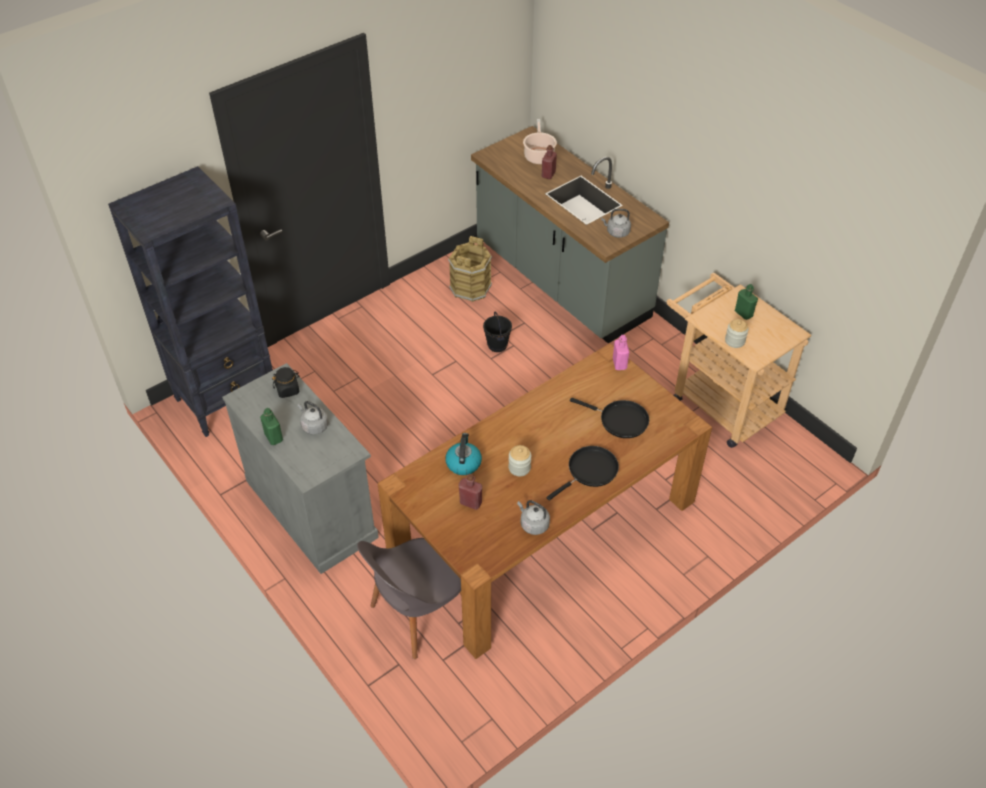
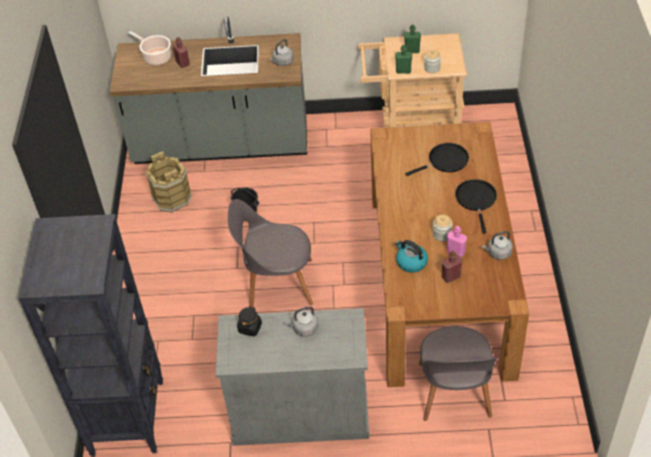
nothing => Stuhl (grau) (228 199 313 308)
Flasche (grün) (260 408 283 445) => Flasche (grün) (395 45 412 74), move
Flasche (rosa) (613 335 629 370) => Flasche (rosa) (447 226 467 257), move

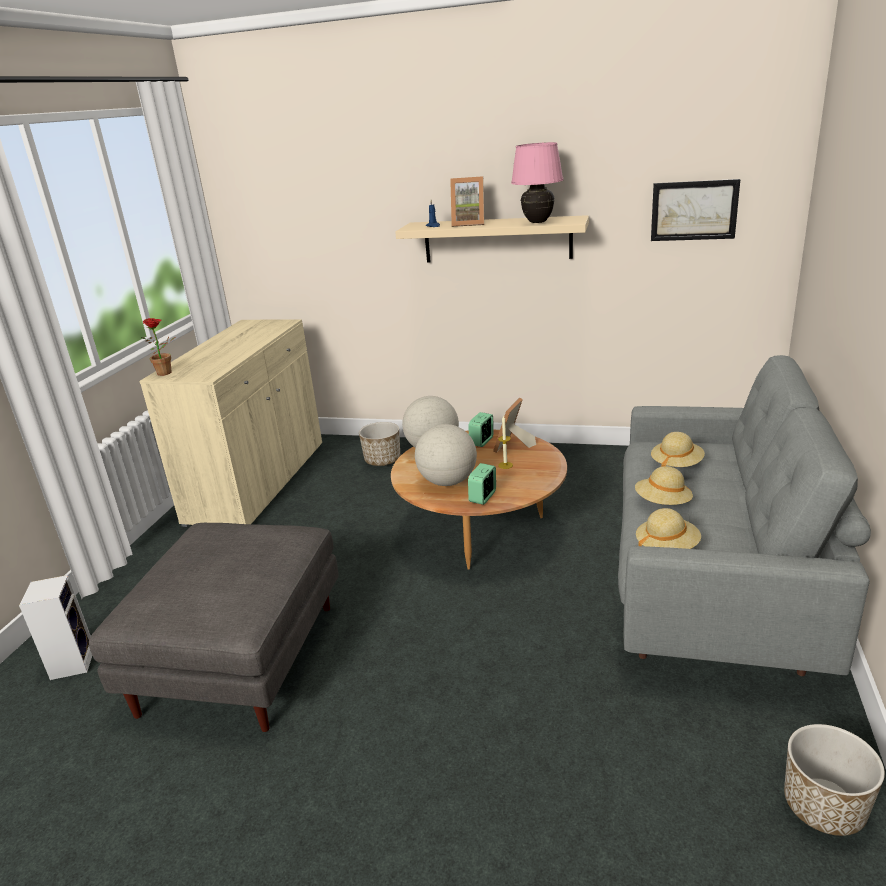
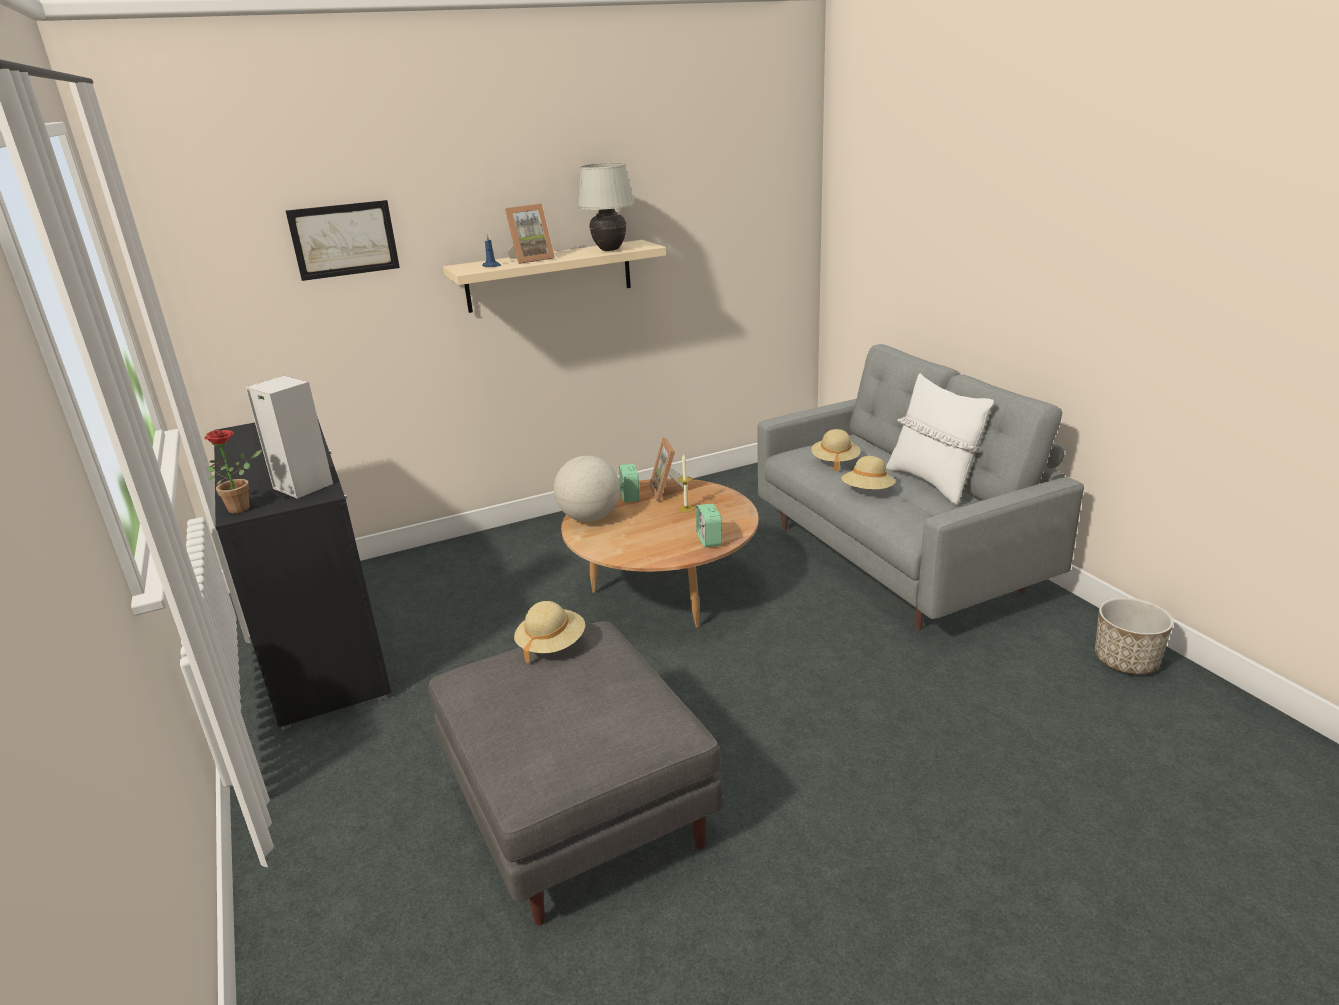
Schrank (beige) (140 319 322 527) => Schrank (schwarz) (214 417 391 730)
Lautsprecher (19 575 92 680) => Lautsprecher (245 375 333 499), move
Bild (651 179 740 241) => Bild (286 200 400 281), move
Hut (beige) (636 508 701 549) => Hut (beige) (514 601 585 663), move
Tischlampe (rosa) (511 142 564 223) => Tischlampe (weiß) (578 163 635 251)
nothing => Kissen (weiß) (886 373 994 505)
Pflanzkübel (359 422 400 466) => nothing
Globus (415 424 477 486) => nothing

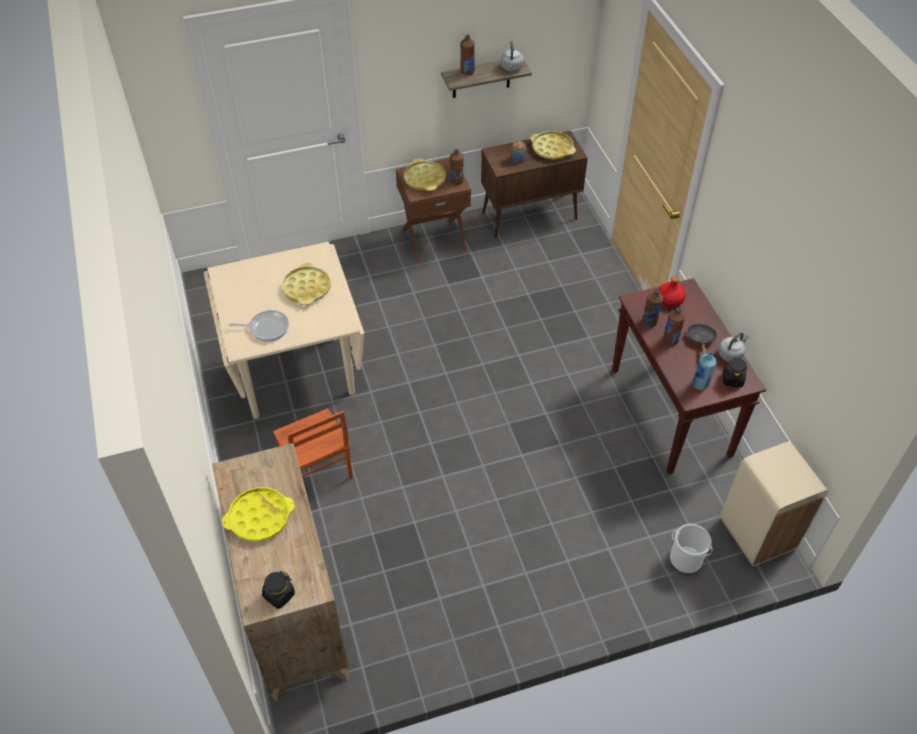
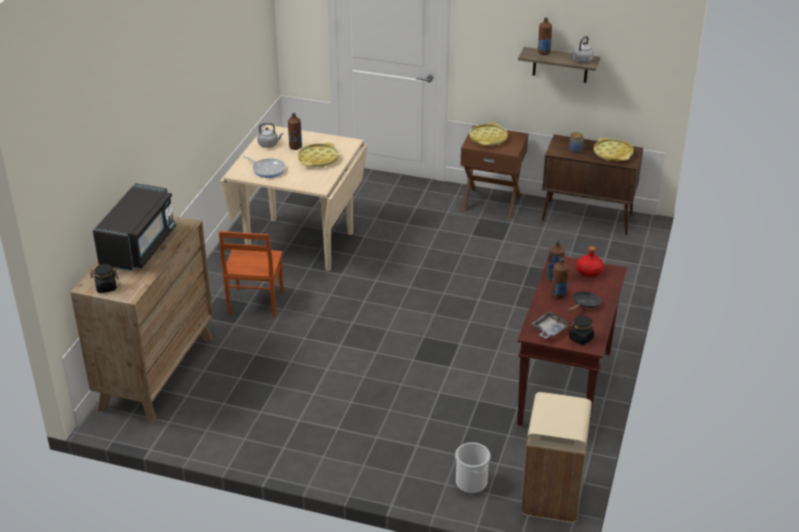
Tablett (gelb) (222 487 295 542) => Mikrowelle (schwarz) (93 183 176 272)
Wasserkessel (grau) (718 332 749 362) => Wasserkessel (grau) (257 123 283 148), move
Flasche (braun) (450 149 464 185) => Flasche (braun) (288 113 302 150), move
Flasche (blau) (692 352 716 390) => Tablett (grau) (531 311 571 338)

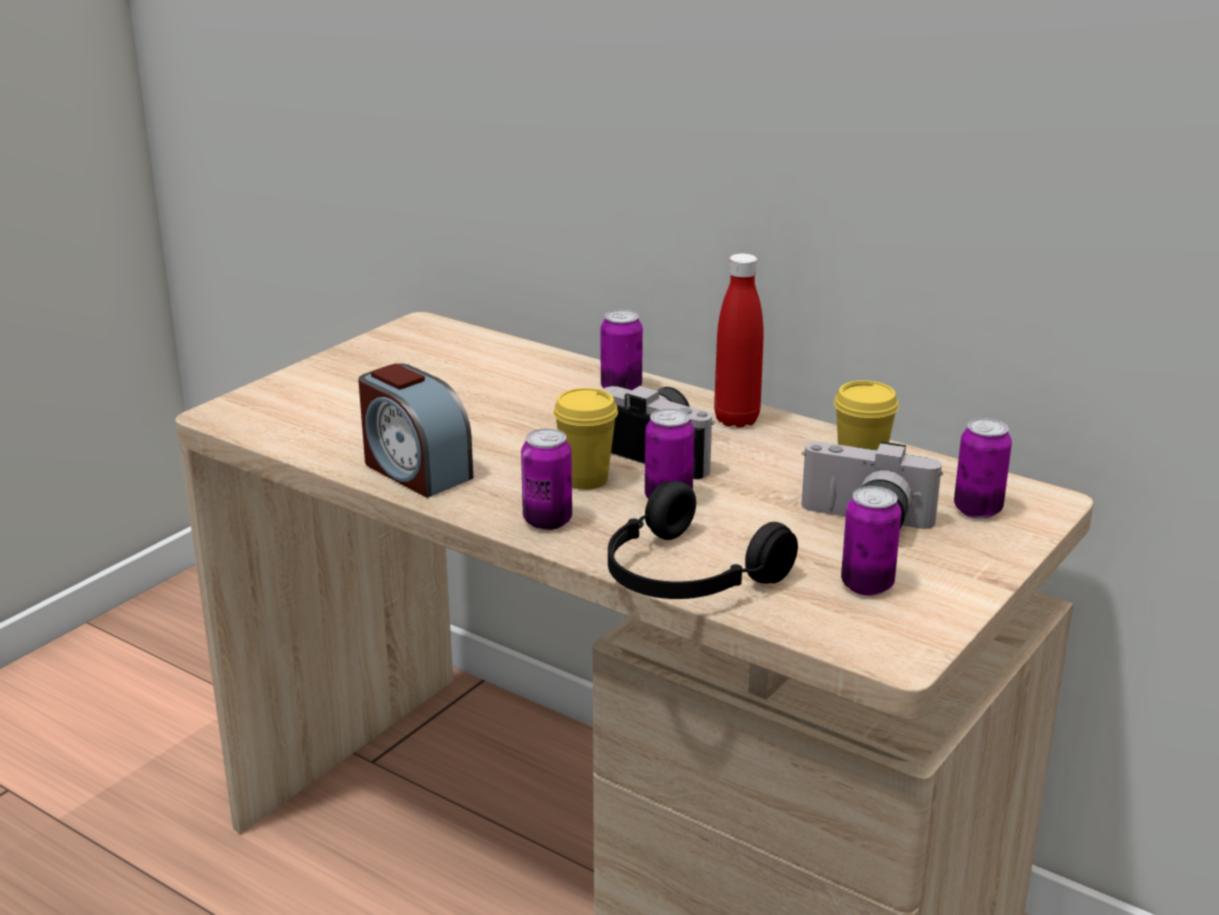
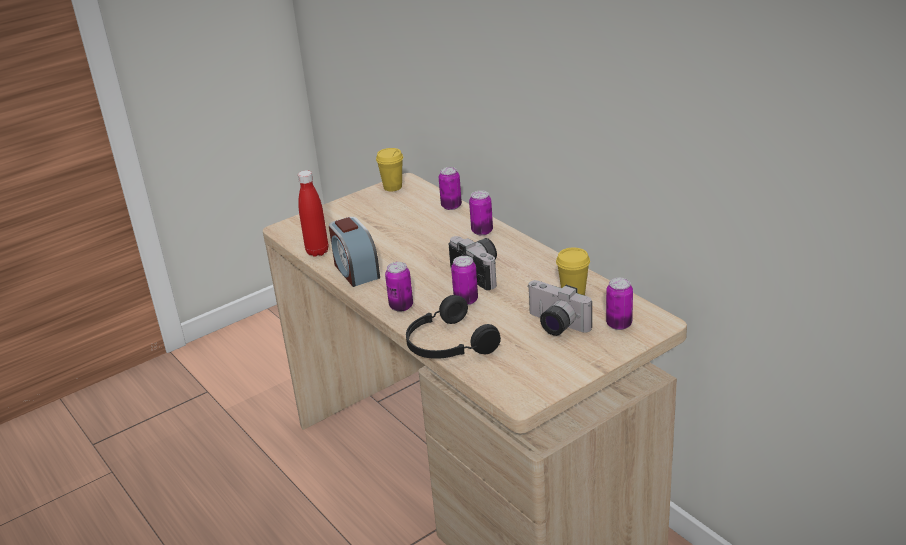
Flasche (rot) (714 253 764 427) => Flasche (rot) (298 170 328 257), move
Tasse (gelb) (553 388 618 490) => Tasse (gelb) (376 148 403 192), move
Dose (841 486 901 596) => Dose (439 167 462 210), move

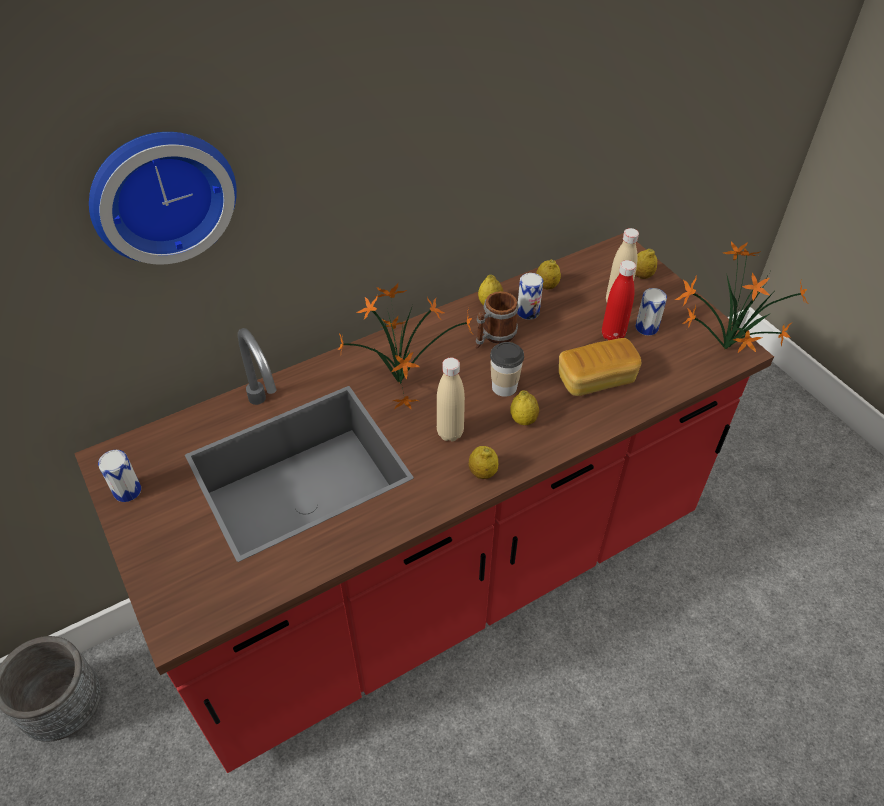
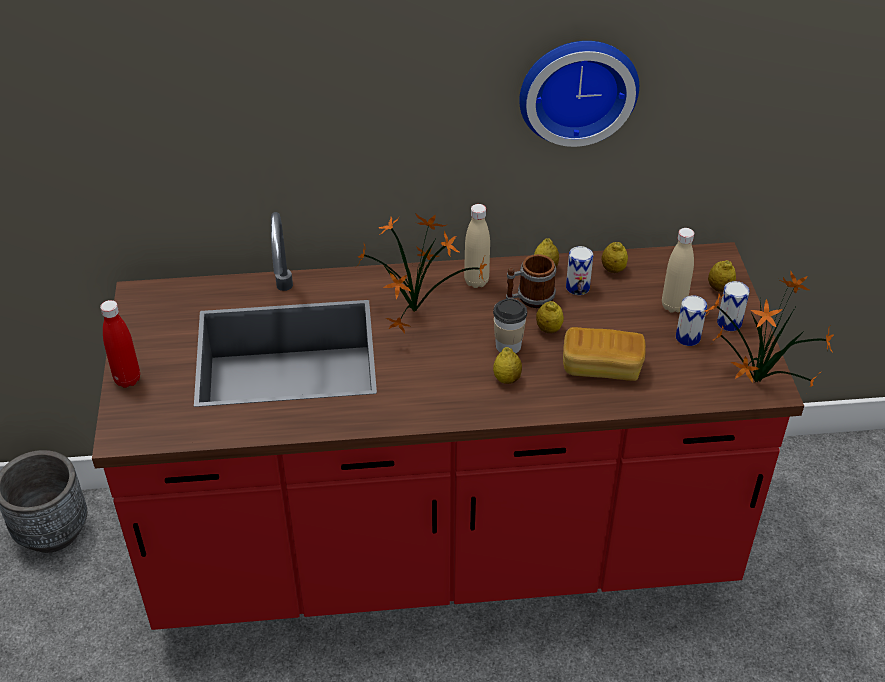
Flasche (rot) (602 260 636 340) => Flasche (rot) (100 300 140 388), move
Flasche (beige) (437 357 465 441) => Flasche (beige) (464 204 490 288), move
Wanduhr (89 132 237 264) => Wanduhr (519 41 639 147), move
Zitrone (469 446 498 479) => Zitrone (536 301 564 333), move
Dose (98 450 141 502) => Dose (717 281 750 331), move

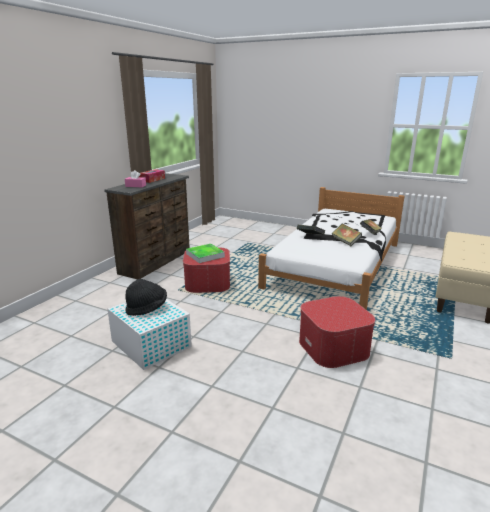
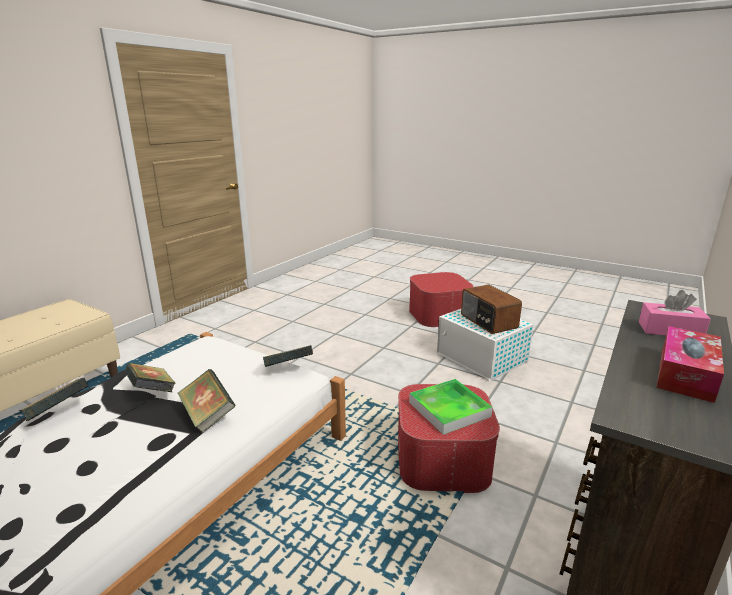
nothing => Buch (263 345 313 367)
Polsterhocker (299 296 376 368) => Polsterhocker (409 272 473 327), move
Hut (schwarz) (125 279 167 316) => Radio (461 285 522 334)

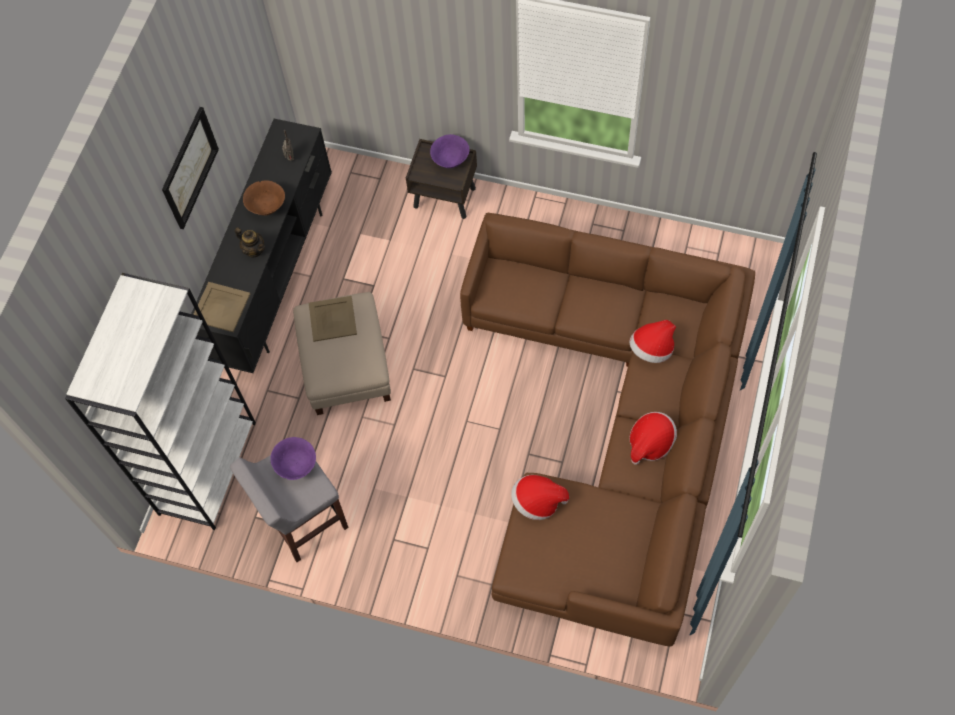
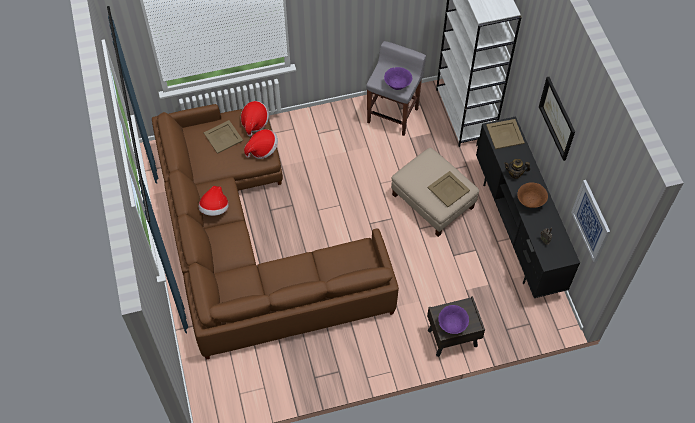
nothing => Tablett (beige) (204 120 243 154)
Hut (630 320 676 363) => Hut (241 101 269 136), move
nothing => Bild (571 180 610 262)

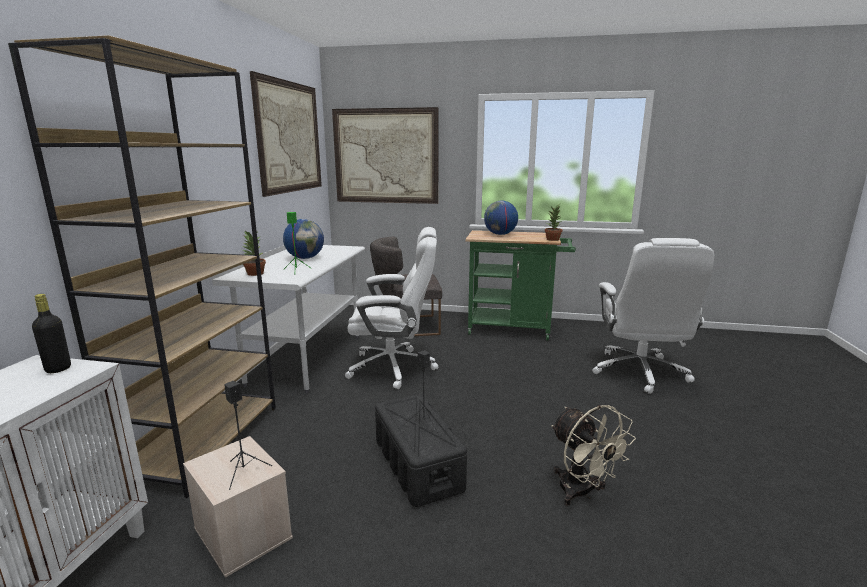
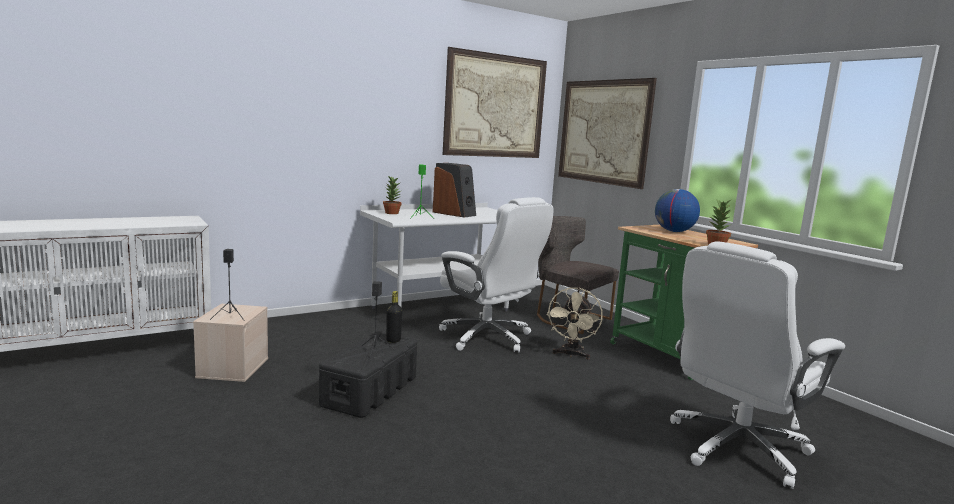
Flasche (schwarz) (32 294 71 373) => Flasche (schwarz) (386 291 402 343), move
Globus (283 219 324 259) => Lautsprecher (432 163 476 218)
Ventilator (beige) (551 405 636 505) => Ventilator (beige) (547 287 603 360), move
Bücherregal (braun) (8 35 276 498) => nothing

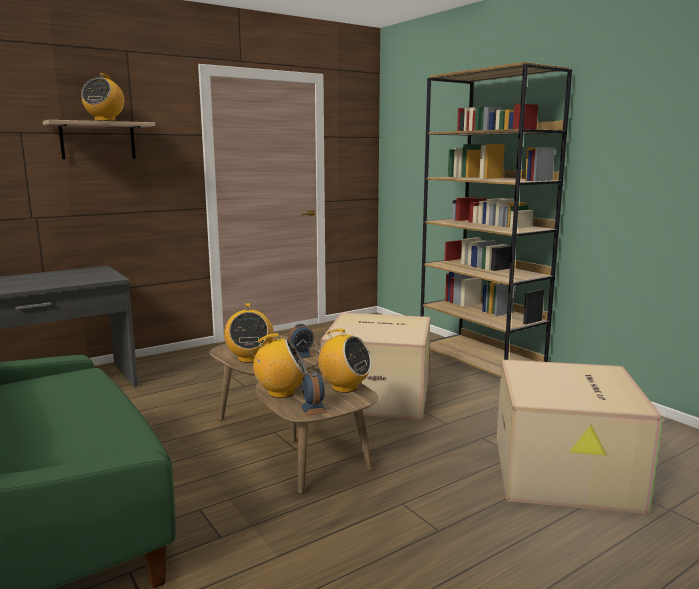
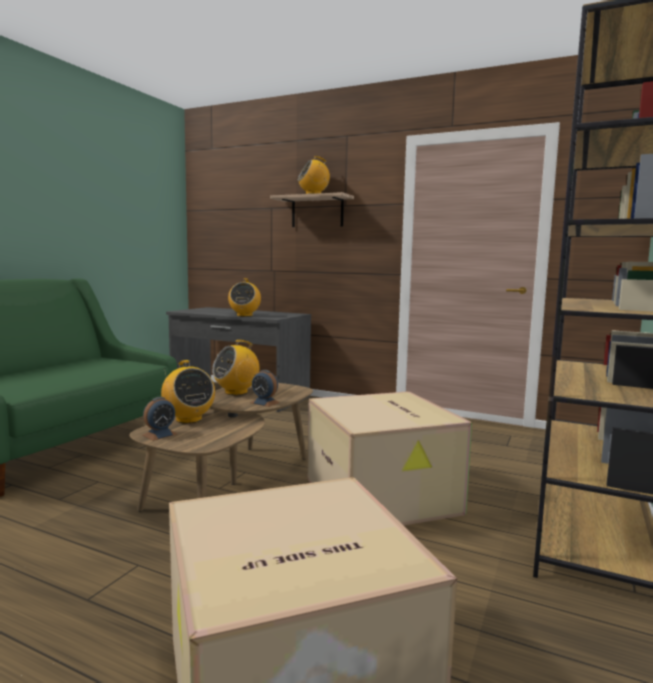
Radio (314 329 372 393) => Radio (228 278 261 317), move

